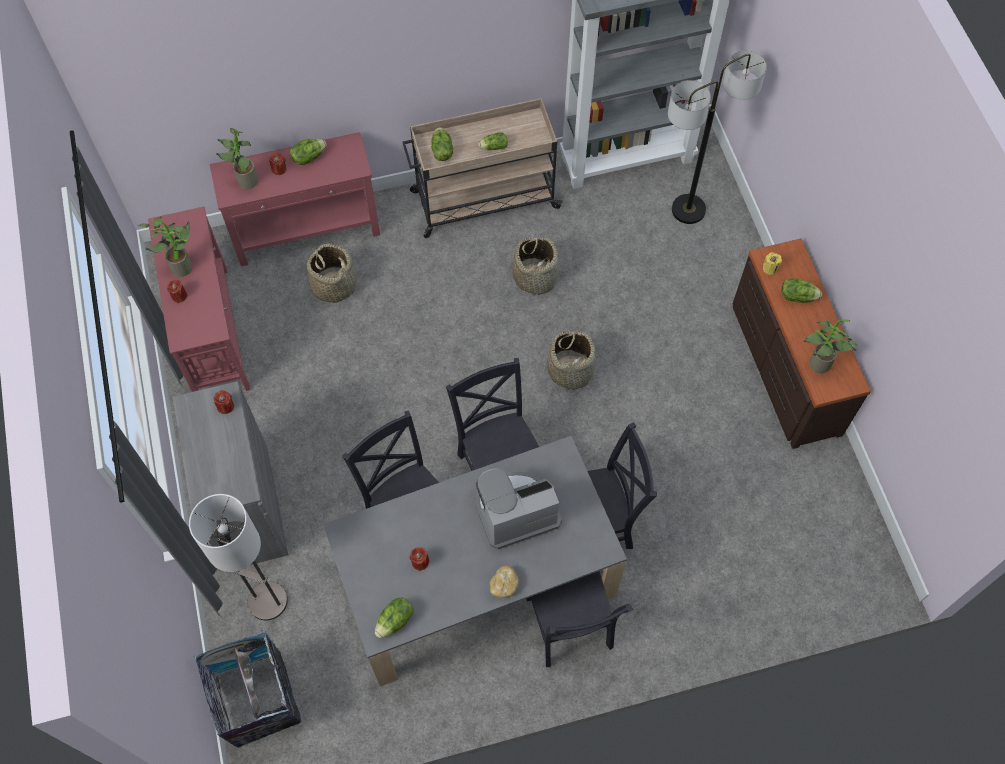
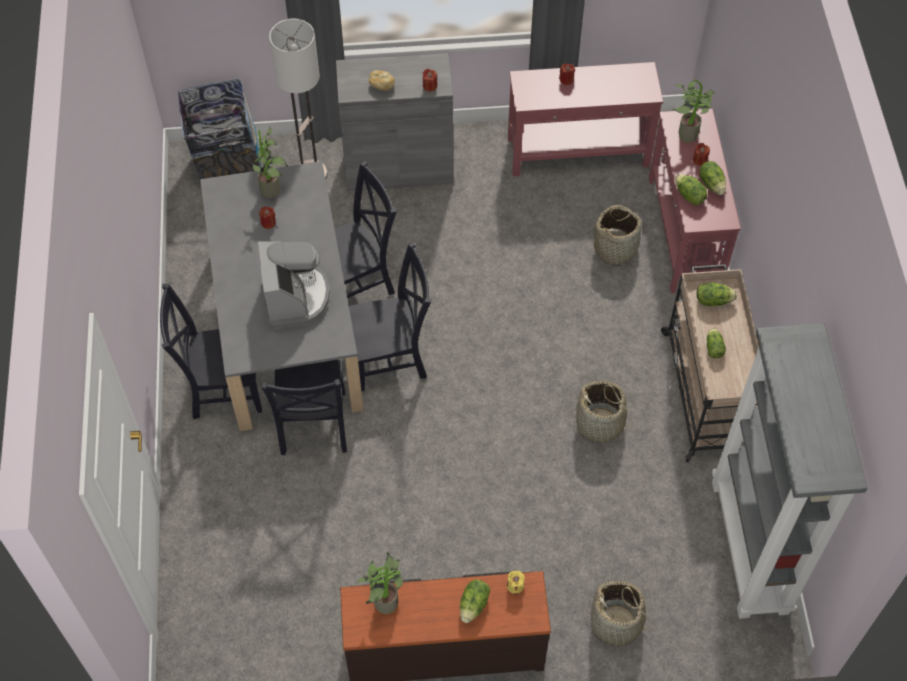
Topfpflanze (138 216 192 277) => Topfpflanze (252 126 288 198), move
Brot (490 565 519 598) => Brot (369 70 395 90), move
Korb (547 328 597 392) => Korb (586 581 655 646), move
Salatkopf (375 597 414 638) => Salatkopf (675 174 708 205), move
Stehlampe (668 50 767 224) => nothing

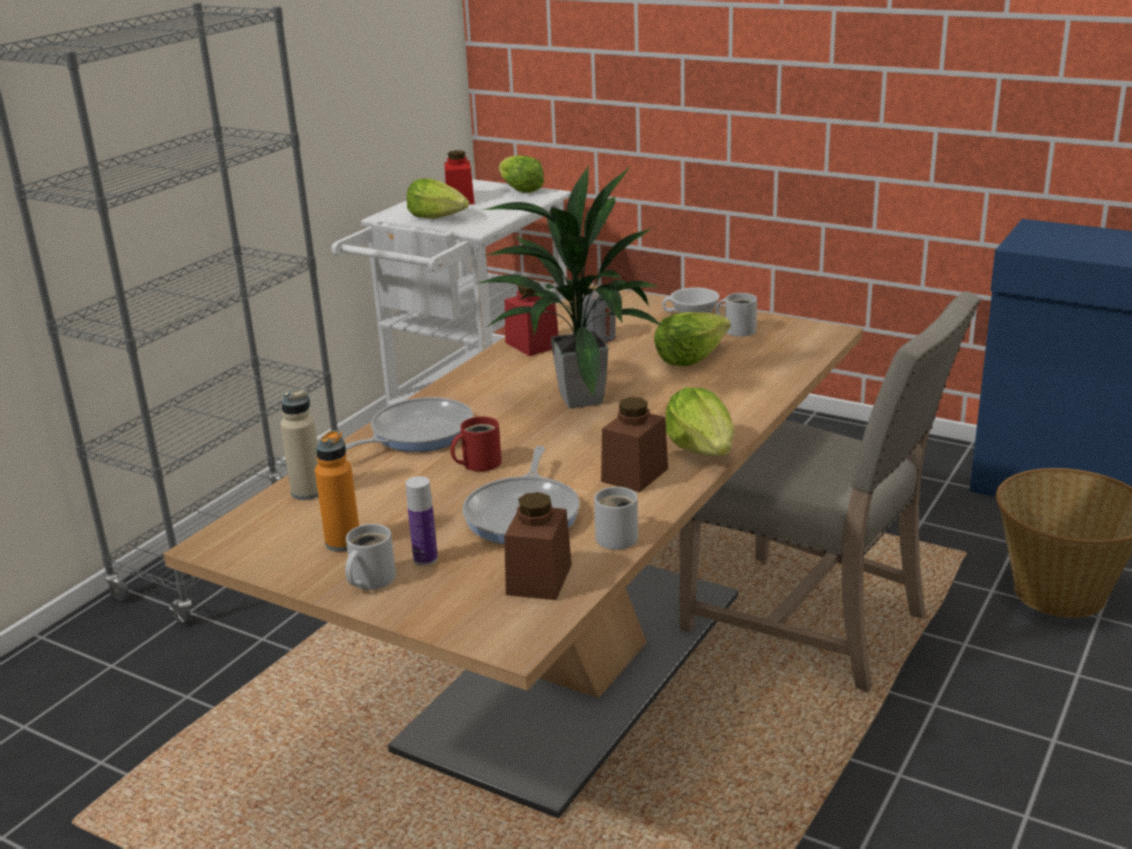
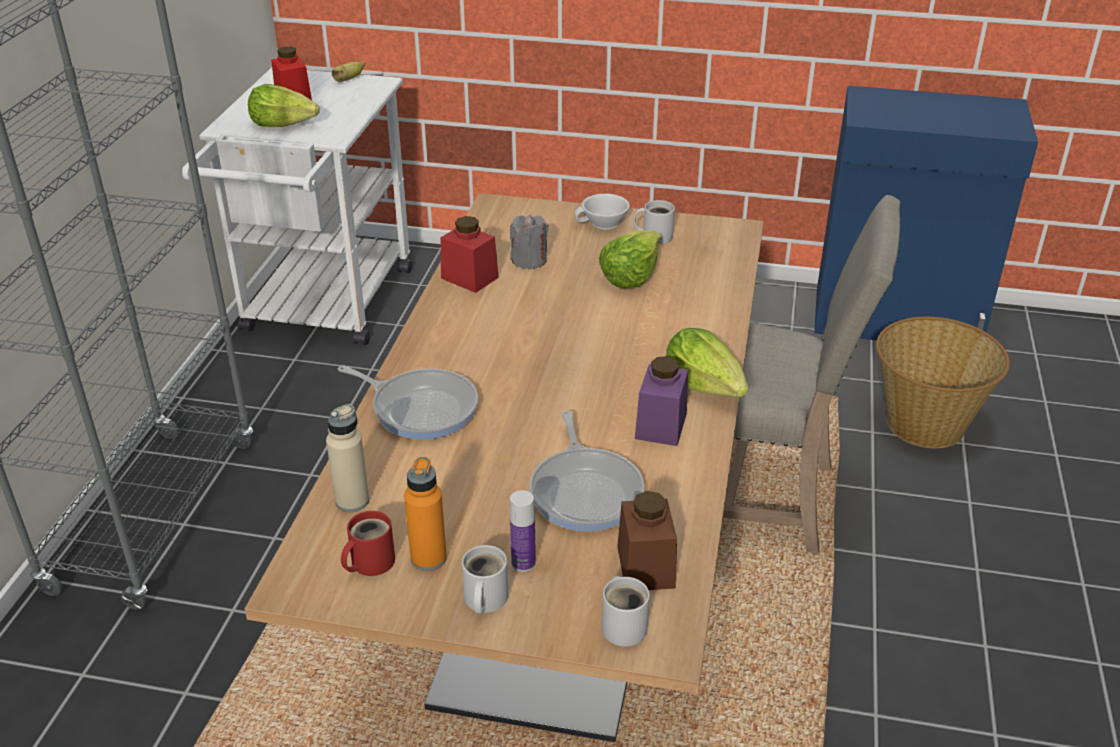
Salatkopf (499 155 544 193) => Banane (332 61 365 82)
Pfanne (345 397 473 452) => Pfanne (337 366 478 439), 90 degrees clockwise
Henkelbecher (rot) (450 416 501 472) => Henkelbecher (rot) (341 511 395 576), move
Henkelbecher (weiß) (594 487 638 550) => Henkelbecher (weiß) (602 576 650 647), move
Vorratsglas (braun) (601 397 668 493) => Vorratsglas (lila) (635 356 688 446)
Topfpflanze (474 165 663 408) => nothing

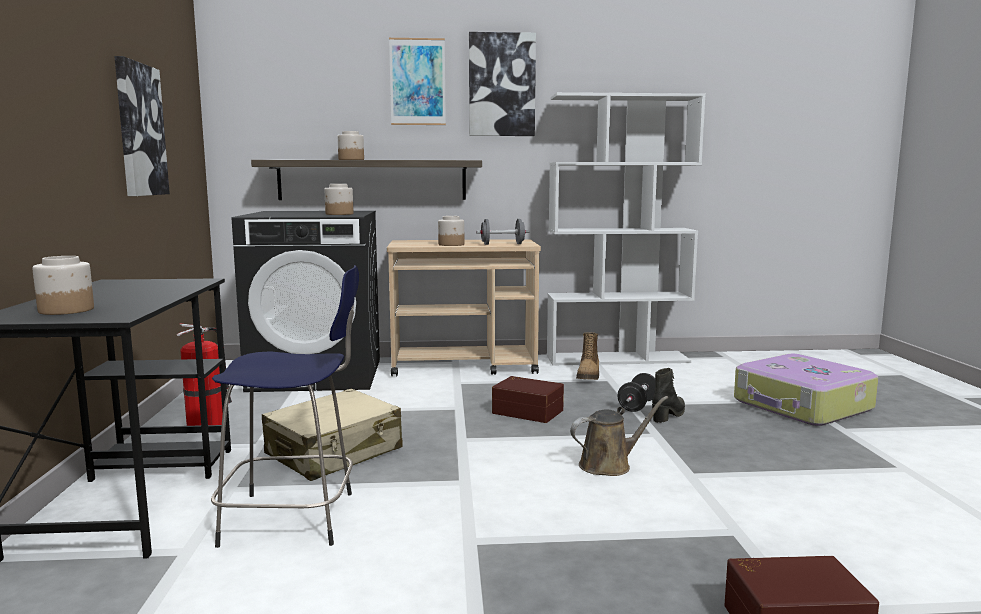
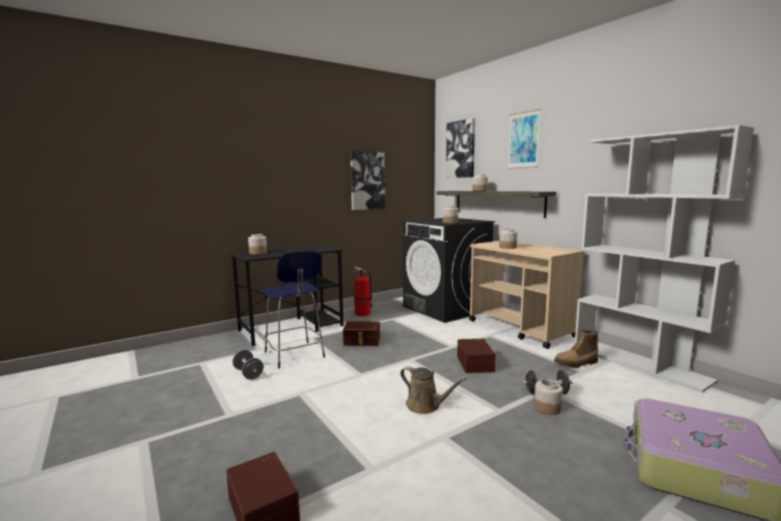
Hantel (grau) (476 219 530 245) => Hantel (grau) (232 350 264 379), move
Koffer (beige) (262 389 403 481) => Aufbewahrungsbox (braun) (343 321 380 346)
Bild (469 32 536 136) => Bild (446 118 475 178), move
Stiefel (schwarz) (652 368 685 423) => Vorratsglas (534 379 563 415)

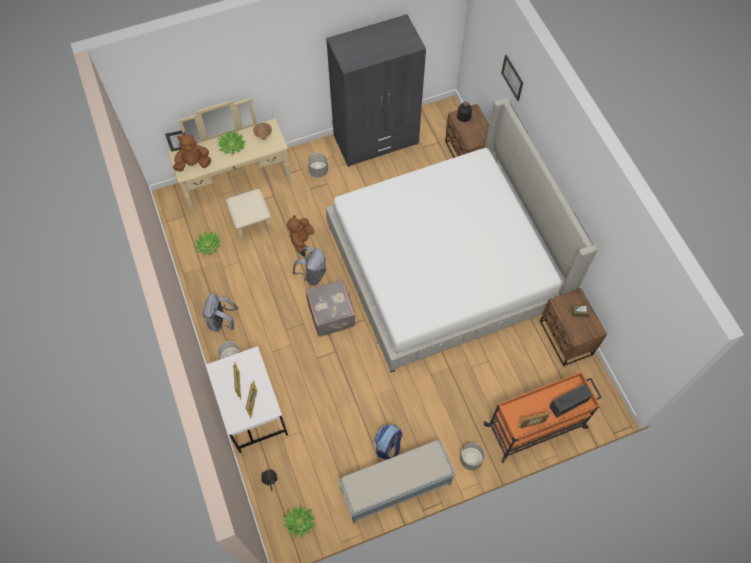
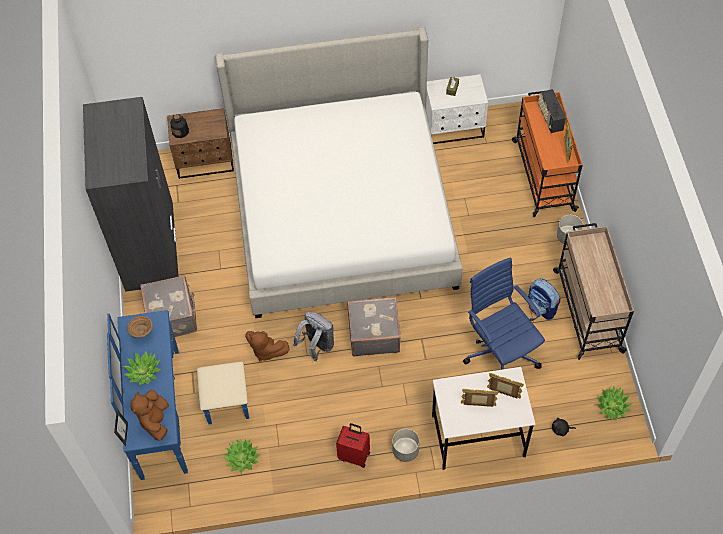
Kommode (beige) (168 98 291 242) => Kommode (blau) (107 310 249 480)
Pflanzkübel (grau) (308 153 328 178) => Koffer (grau) (140 275 197 337)
Rucksack (grau) (202 293 239 332) => Koffer (rot) (336 423 370 468)
Nachttisch (braun) (540 288 607 366) => Nachttisch (weiß) (426 74 488 144)
nothing => Bürostuhl (blau) (463 257 545 370)
Bank (grau) (338 440 456 524) => Rollwagen (beige) (553 223 634 360)
Bild (501 55 523 101) => nothing

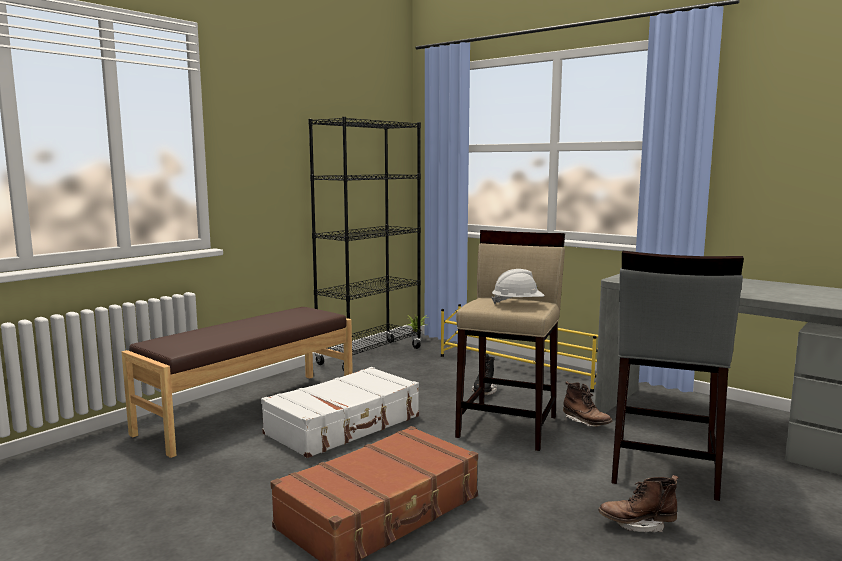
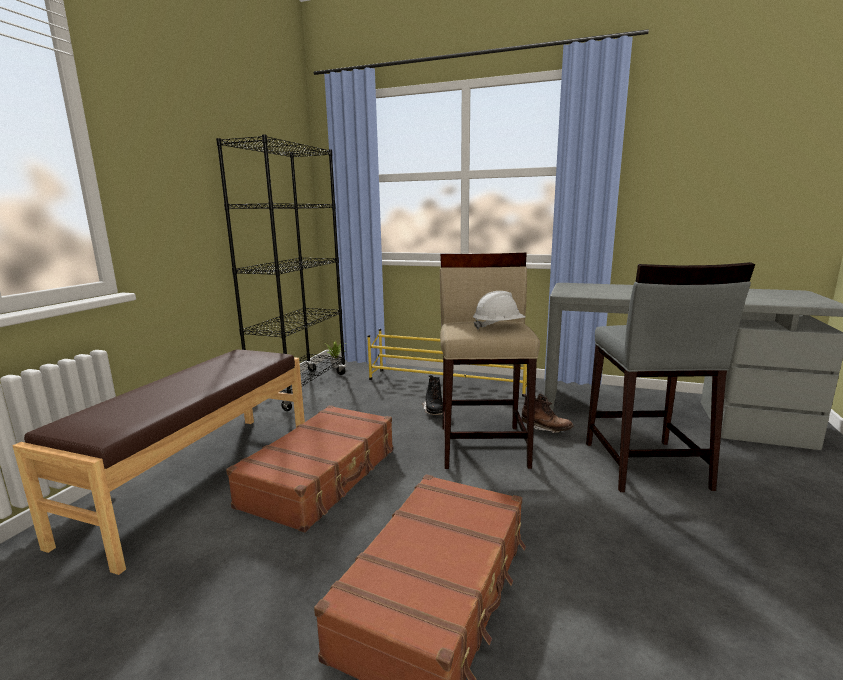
Koffer (weiß) (261 367 419 458) => Koffer (braun) (226 405 393 533)
Stiefel (braun) (598 475 679 533) => nothing

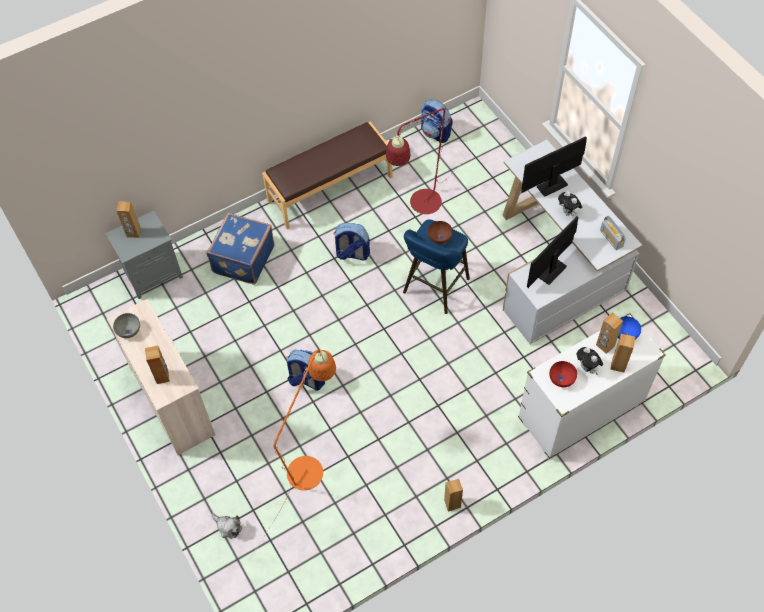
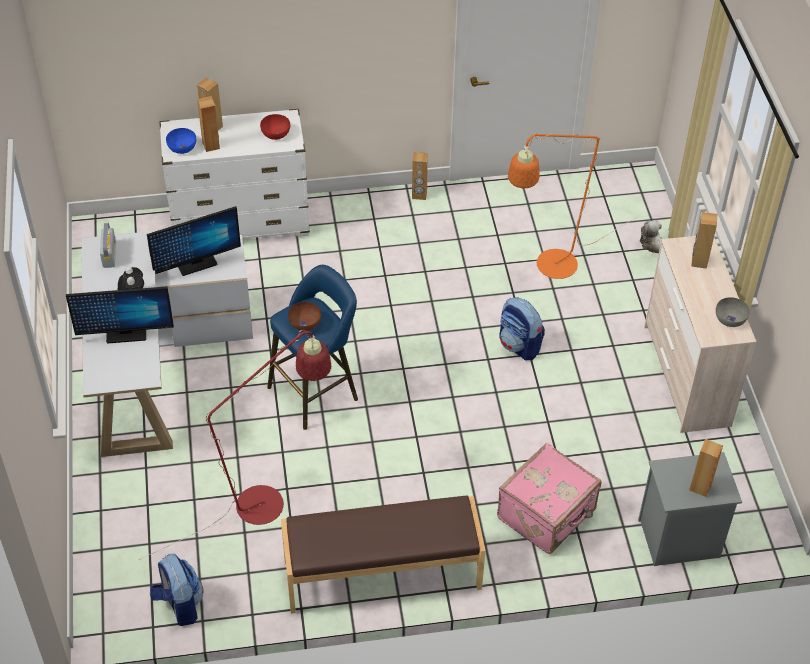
Koffer (blau) (206 213 275 284) => Koffer (rosa) (497 442 602 554)
Rucksack (333 223 370 261) => nothing
Plüschtier (576 347 603 375) => nothing

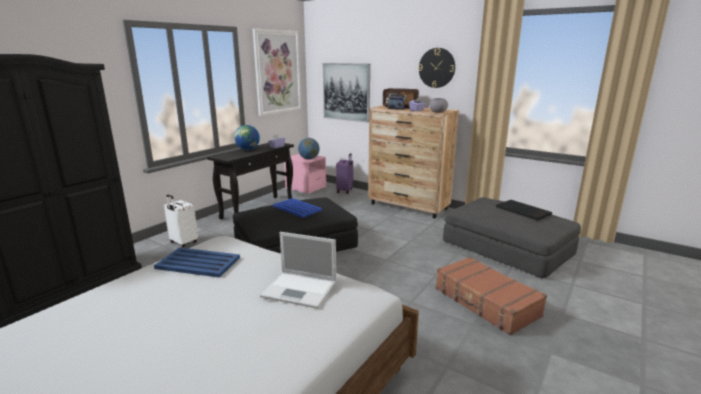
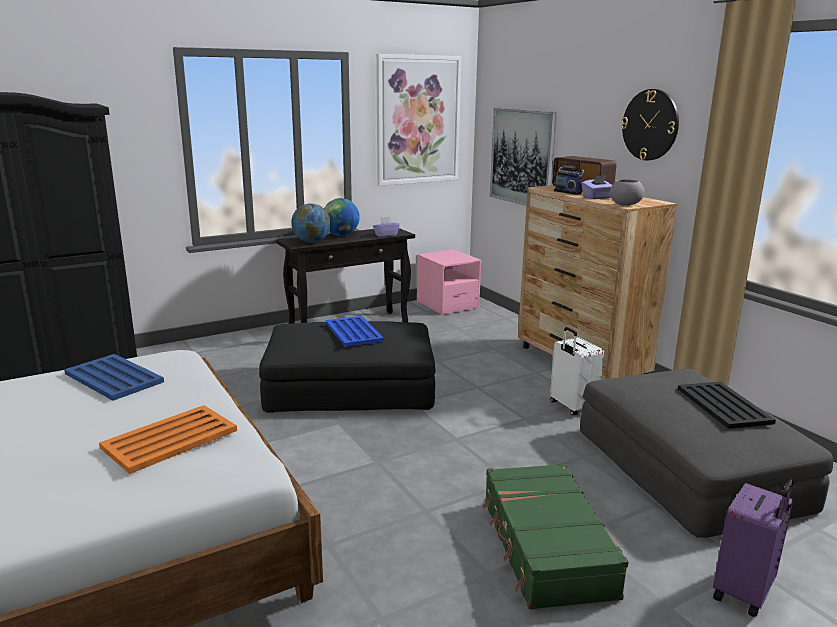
Laptop (260 232 336 309) => Tablett (orange) (99 405 237 474)
Globus (298 138 320 159) => Globus (291 203 331 243), move
Koffer (braun) (436 256 547 335) => Koffer (grün) (482 463 629 610)
Koffer (weiß) (164 194 198 248) => Koffer (weiß) (550 327 604 415), move
Koffer (lila) (336 153 353 194) => Koffer (lila) (713 480 794 617), move

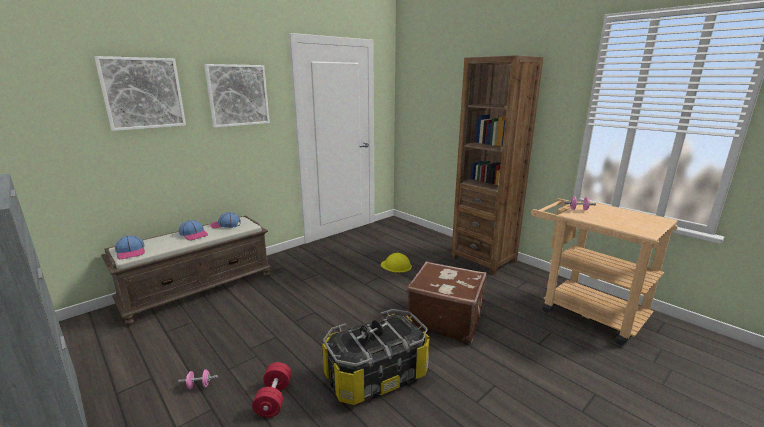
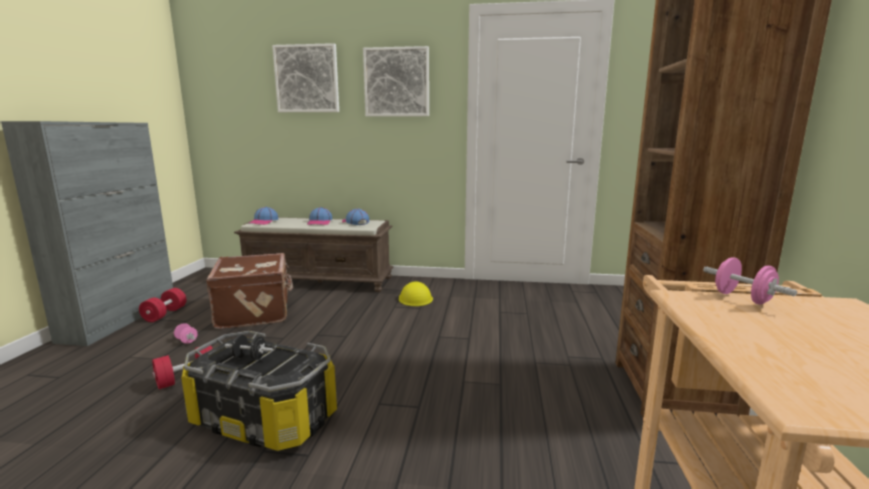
nothing => Hantel (rot) (139 288 186 322)
Koffer (braun) (407 261 487 343) => Koffer (braun) (206 253 293 329), move
Schutzhelm (gelb) (381 253 412 273) => Schutzhelm (gelb) (399 281 433 306), move

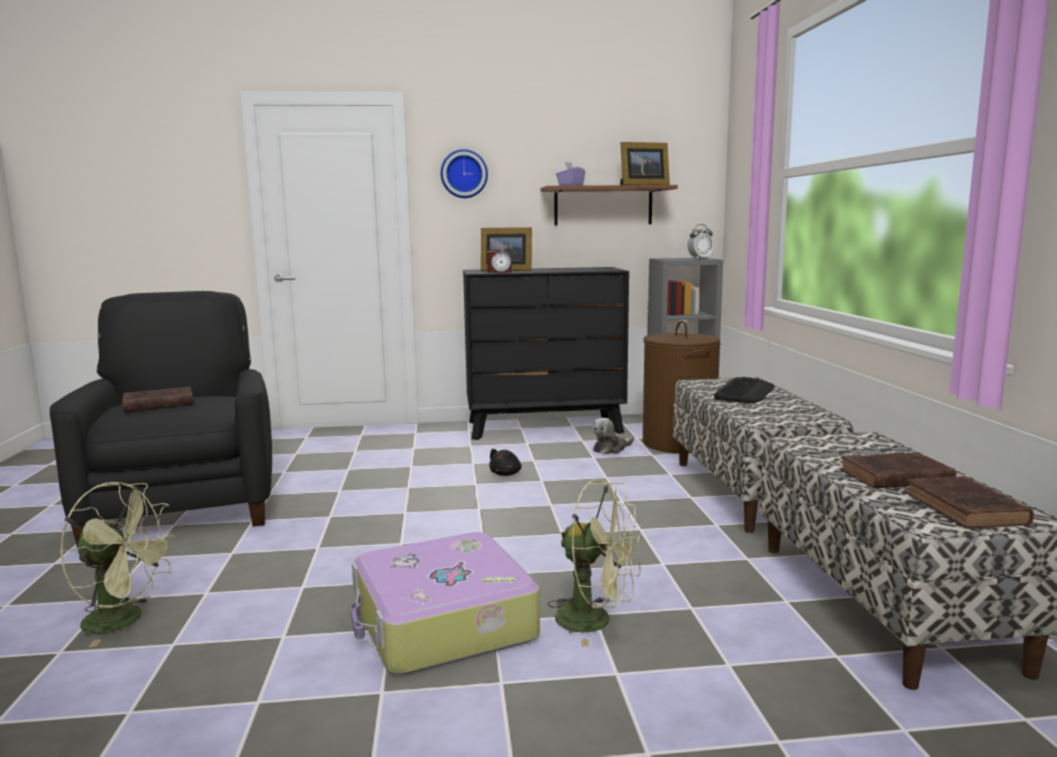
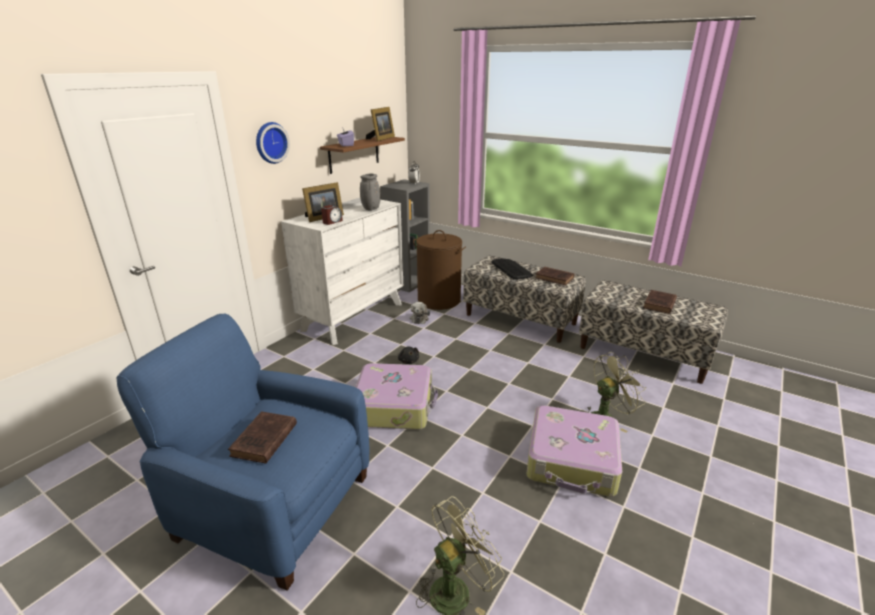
Sessel (schwarz) (49 291 272 548) => Sessel (blau) (117 314 370 590)
Kommode (schwarz) (463 267 629 440) => Kommode (weiß) (281 198 403 345)
nothing => Koffer (356 363 438 429)
nothing => Vase (grau) (360 173 380 211)
Buch (braun) (906 476 1034 529) => Buch (braun) (535 267 574 285), move

